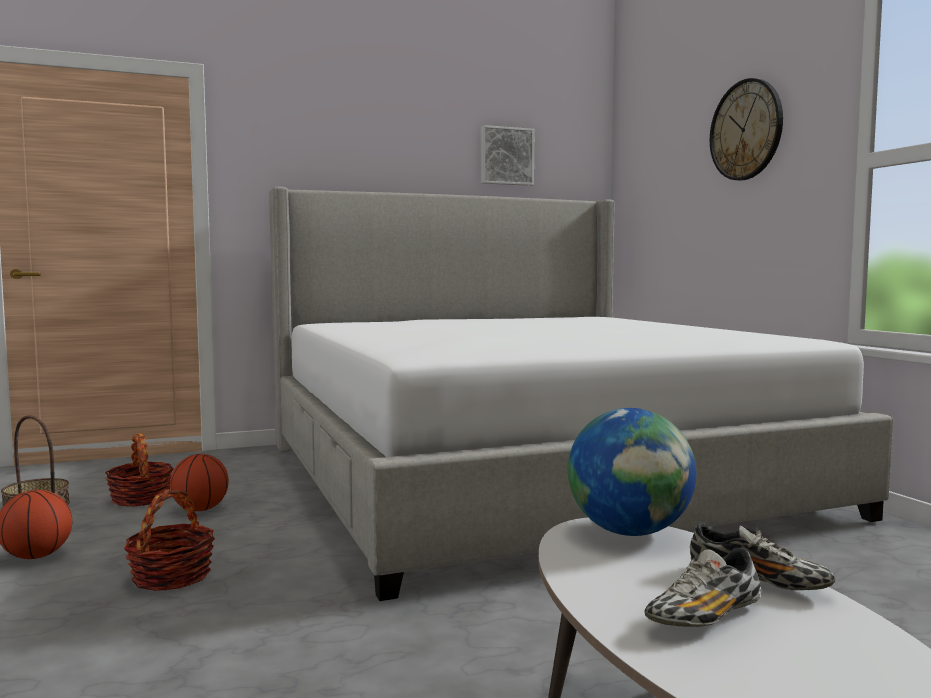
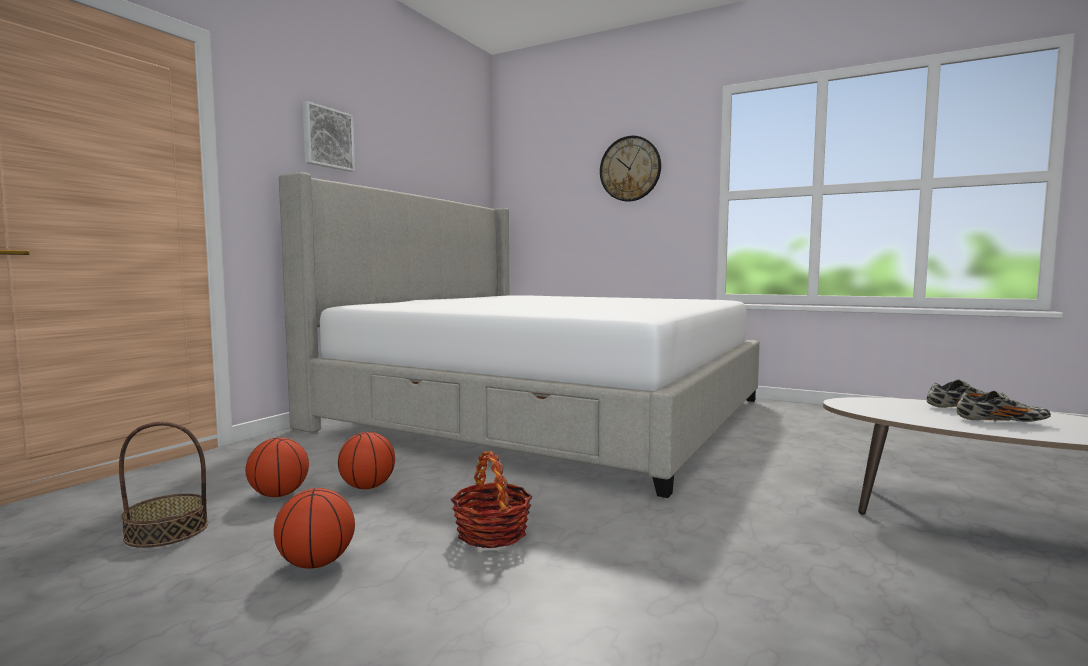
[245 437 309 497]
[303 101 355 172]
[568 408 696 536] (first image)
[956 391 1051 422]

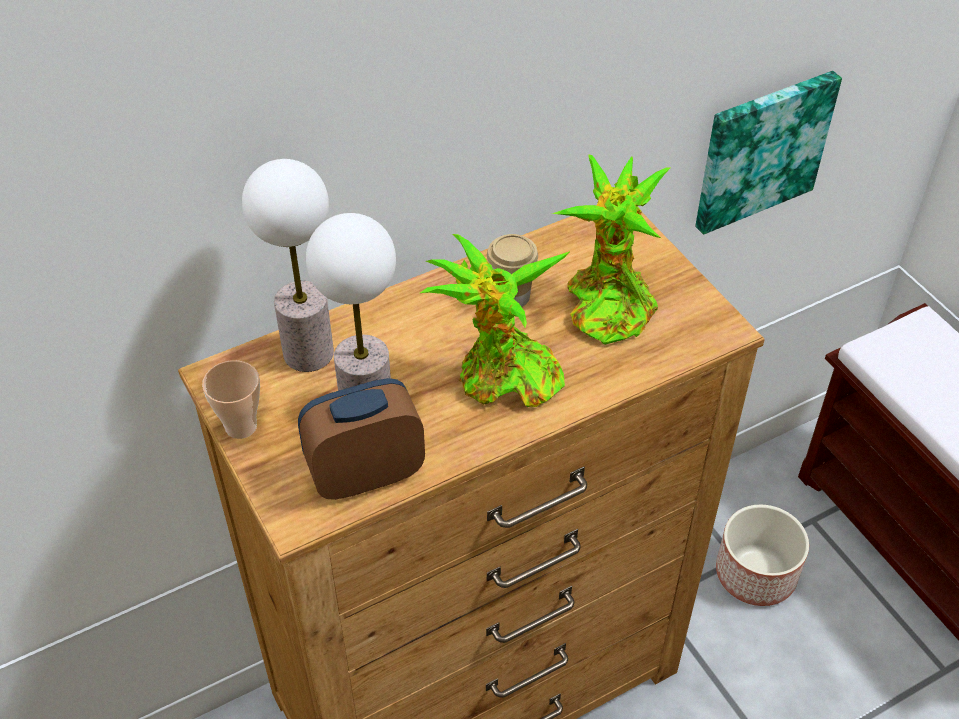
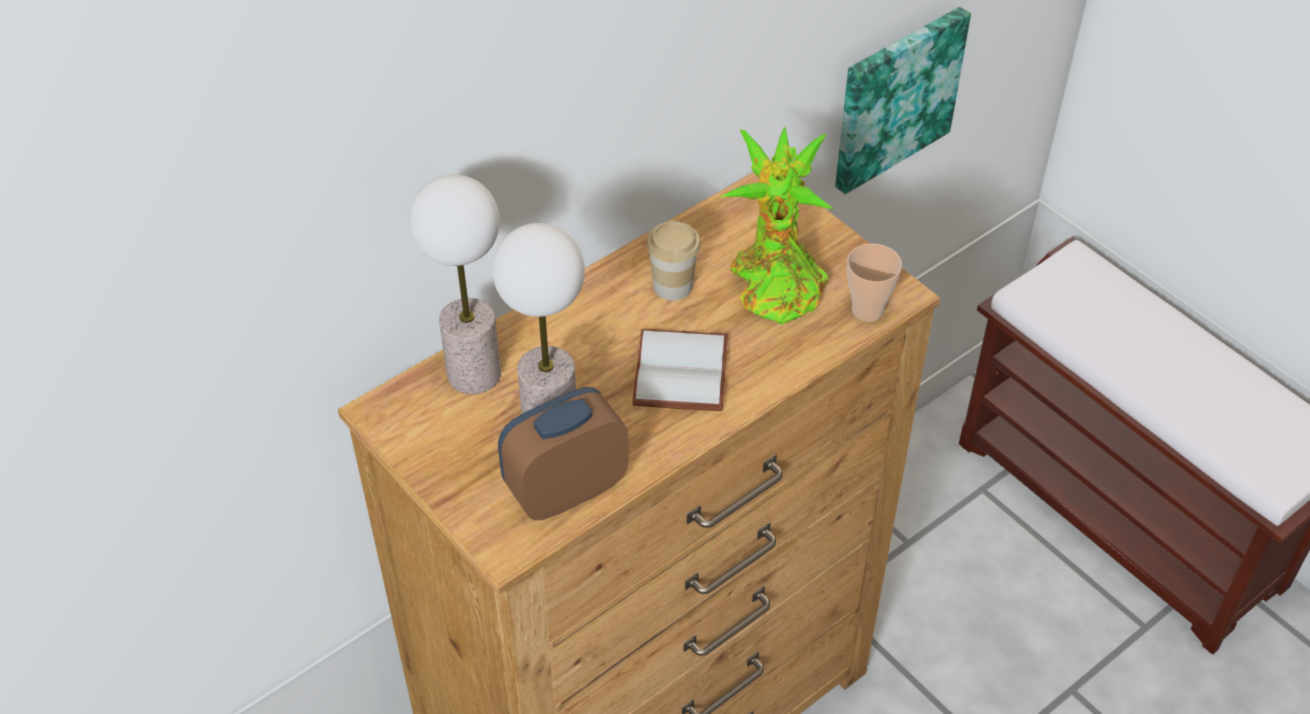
[847 244 902 322]
[632 329 728 411]
[716 504 809 606] (first image)

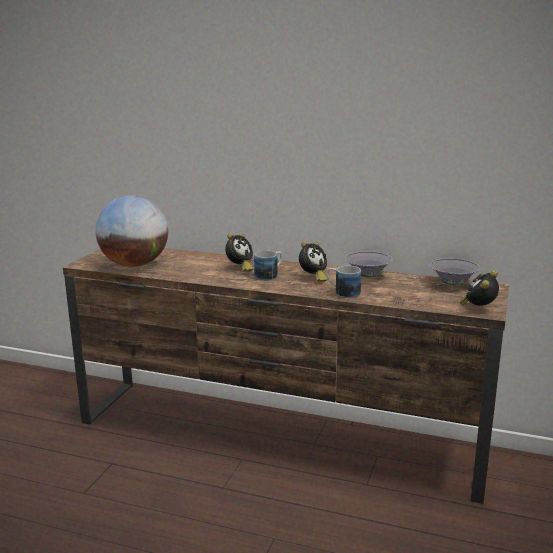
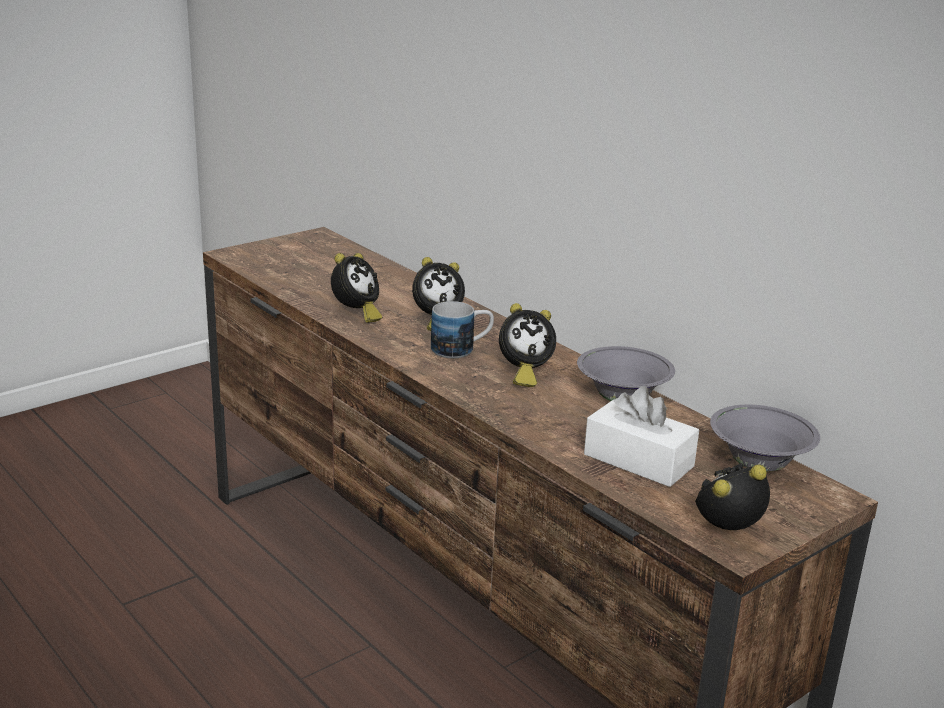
[95 195 168 267] (first image)
[326 266 361 298] (first image)
[331 253 382 323]
[584 386 699 487]

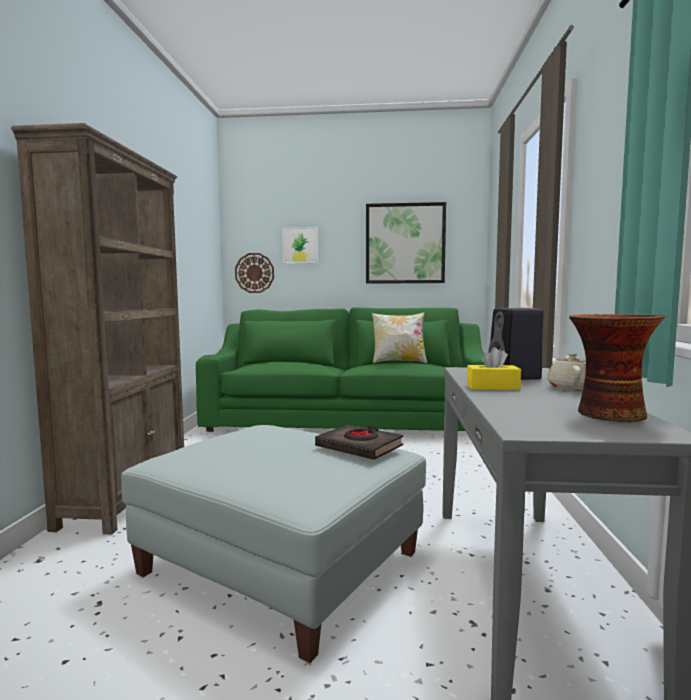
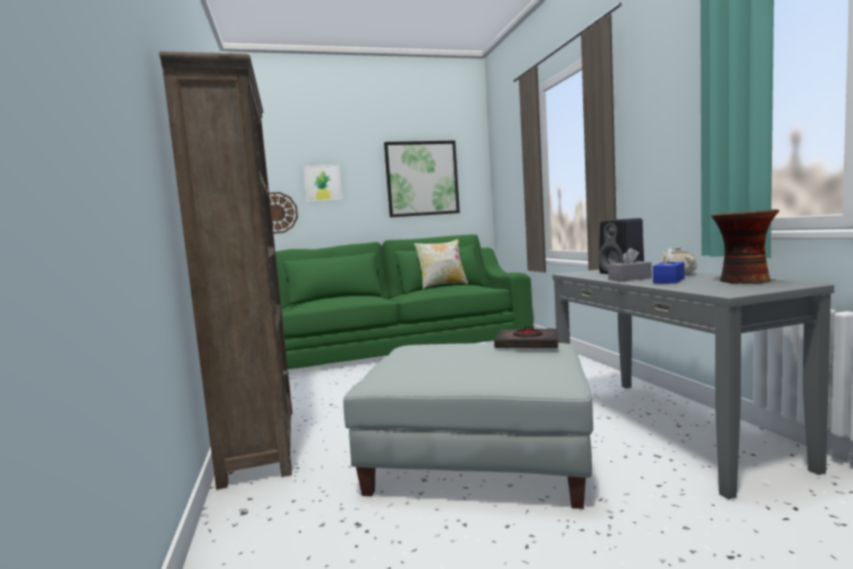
[608 248 652 282]
[653 247 685 284]

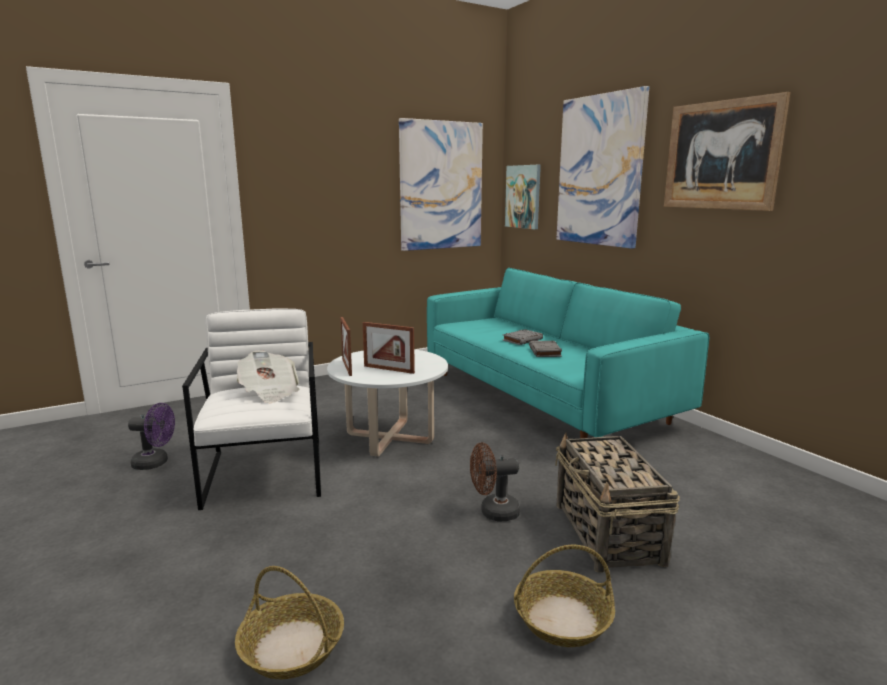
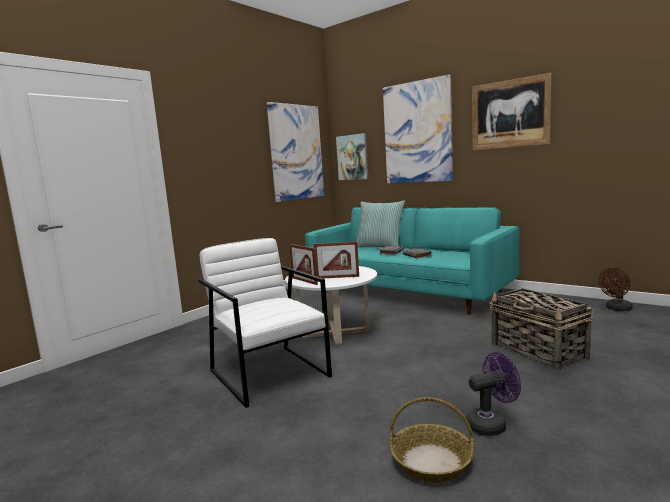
[466 352 521 436]
[236 350 299 403] (first image)
[598 268 633 311]
[514 545 615 647] (first image)
[356 201 405 248]

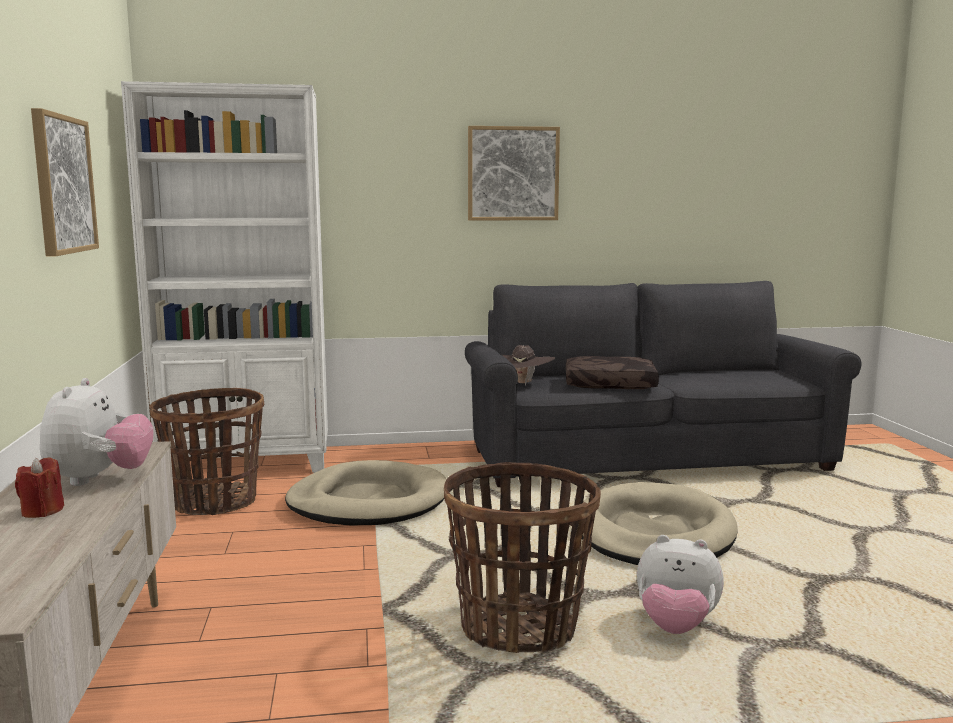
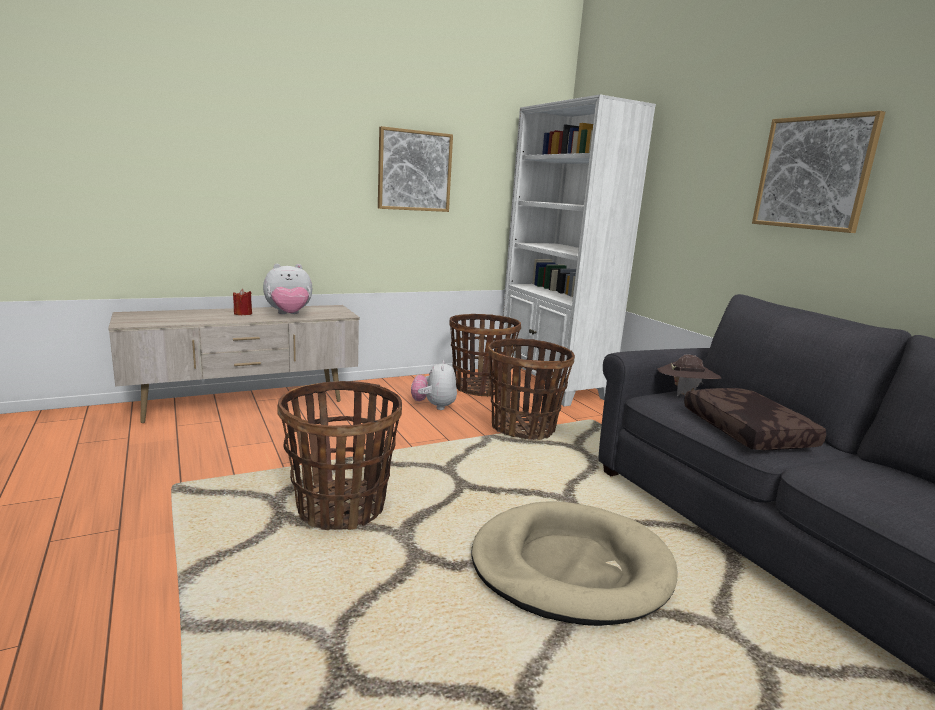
[488 338 575 440]
[411 360 457 410]

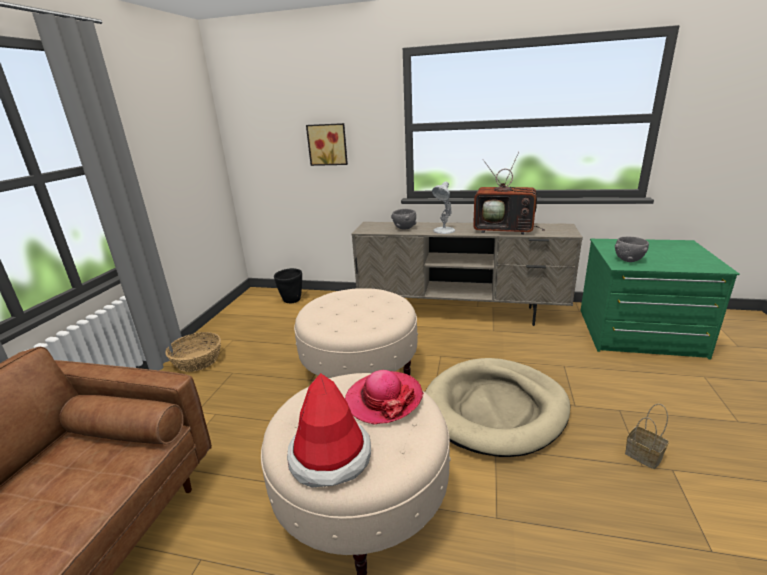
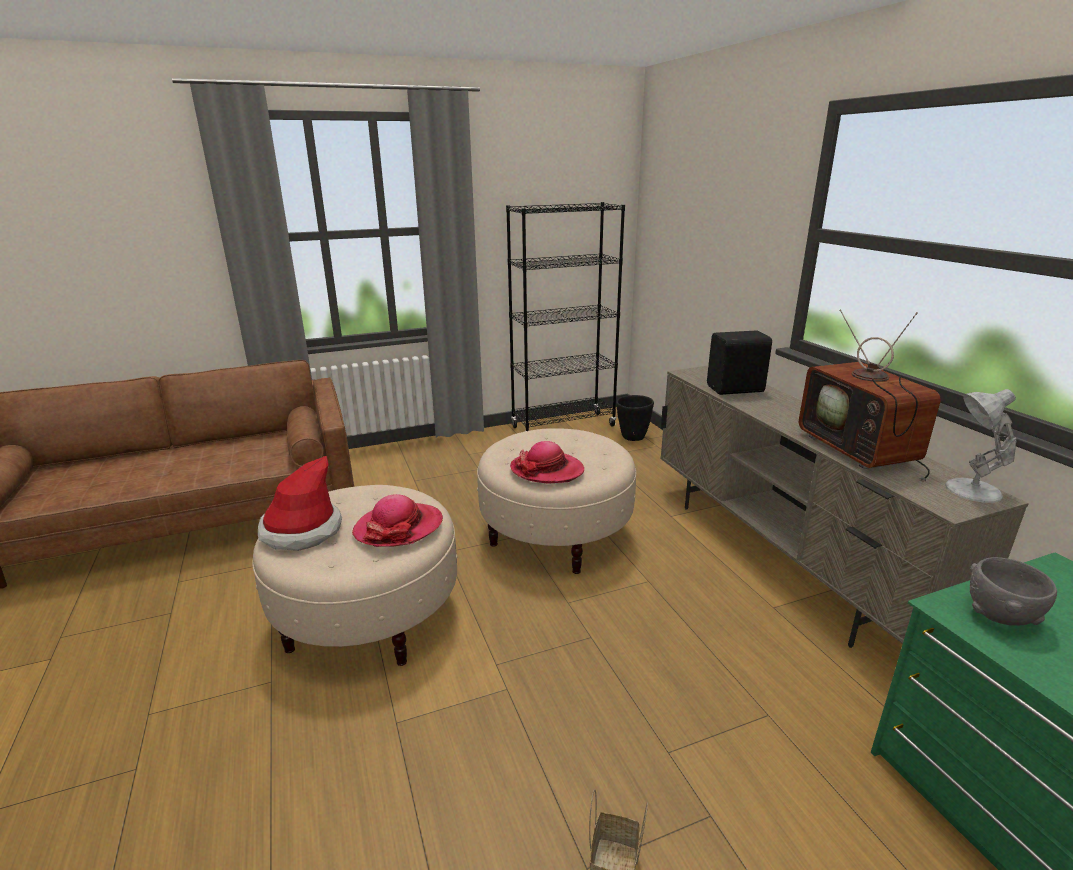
[165 332 221 372] (first image)
[306 123 348 166] (first image)
[707 330 772 395]
[425 358 571 457] (first image)
[945 389 1017 503]
[506 202 625 432]
[510 441 584 484]

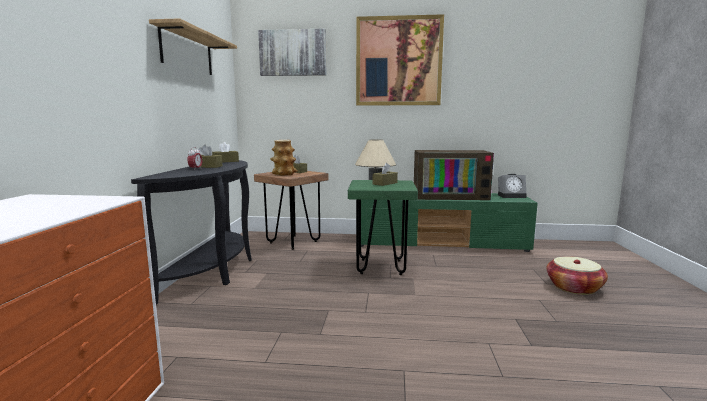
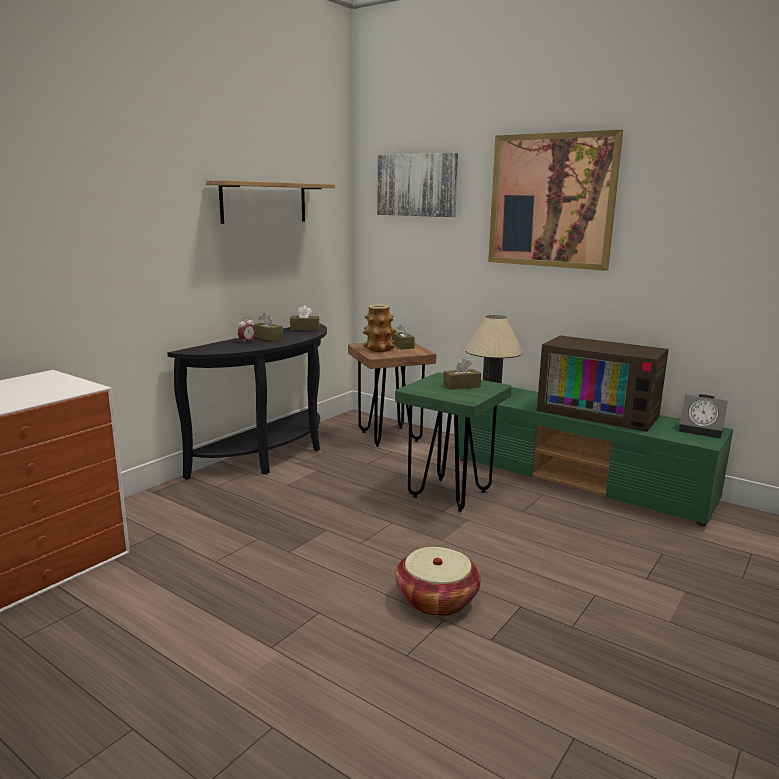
[395 547 481 617]

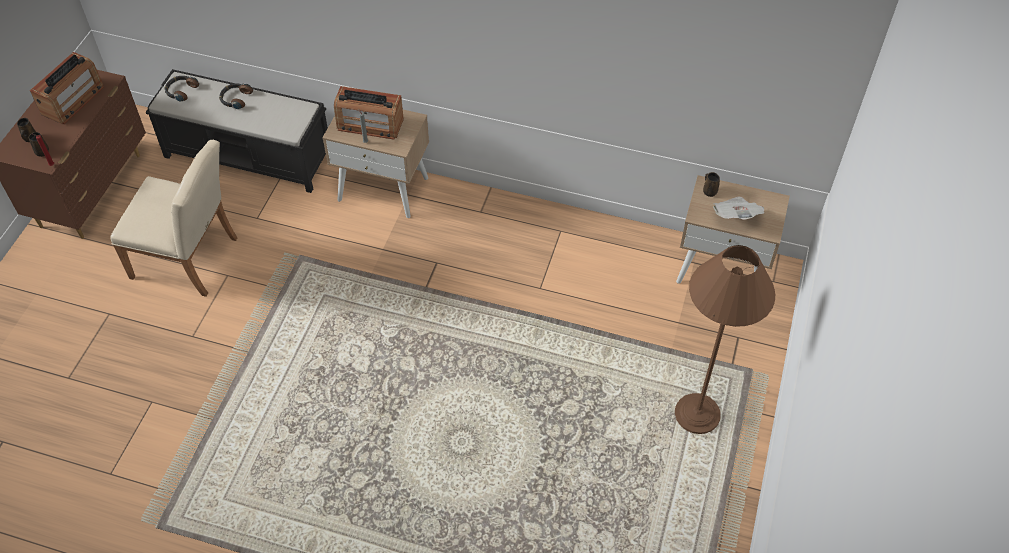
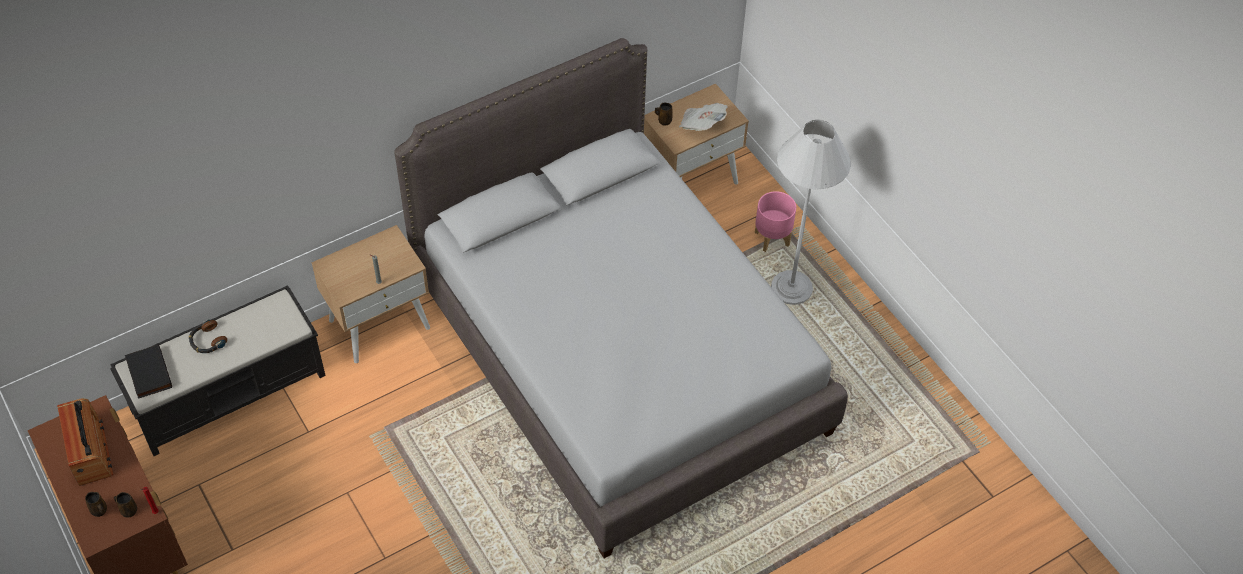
[110 140 238 297] (first image)
[125 344 172 399]
[334 86 404 140] (first image)
[771 120 851 305]
[394 38 848 558]
[755 191 796 252]

